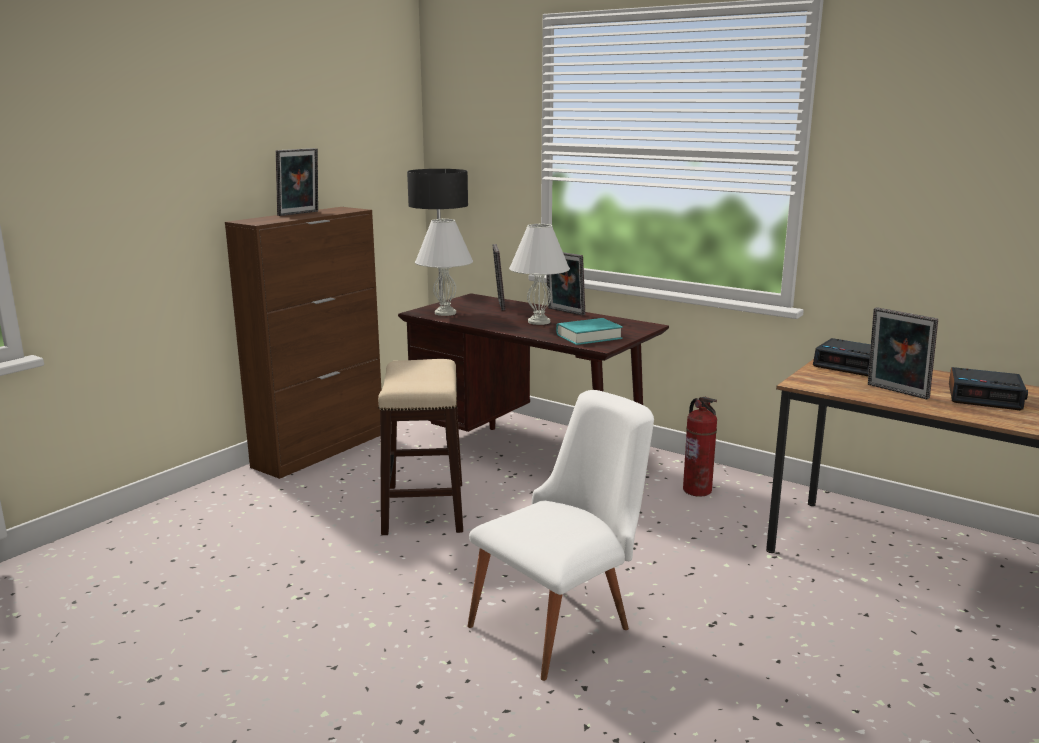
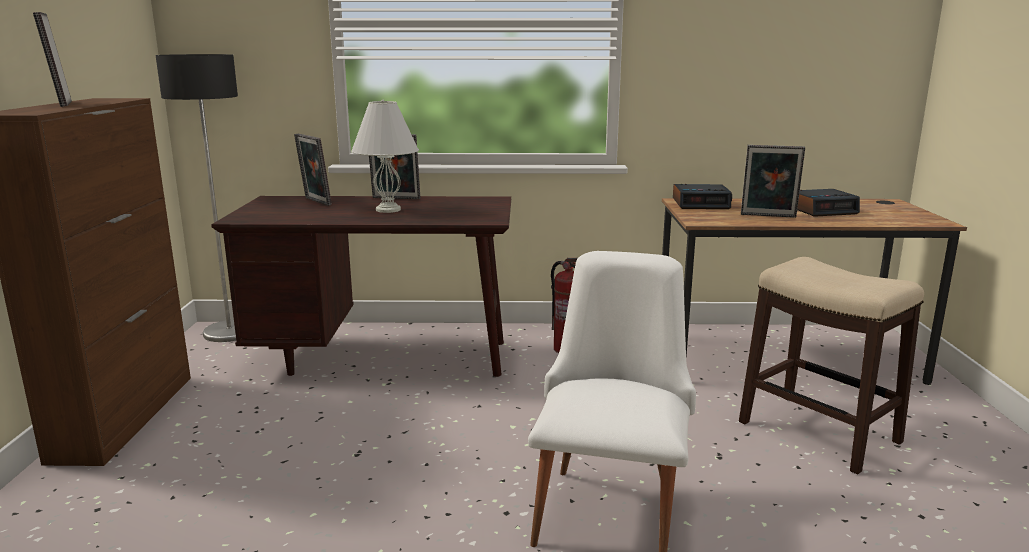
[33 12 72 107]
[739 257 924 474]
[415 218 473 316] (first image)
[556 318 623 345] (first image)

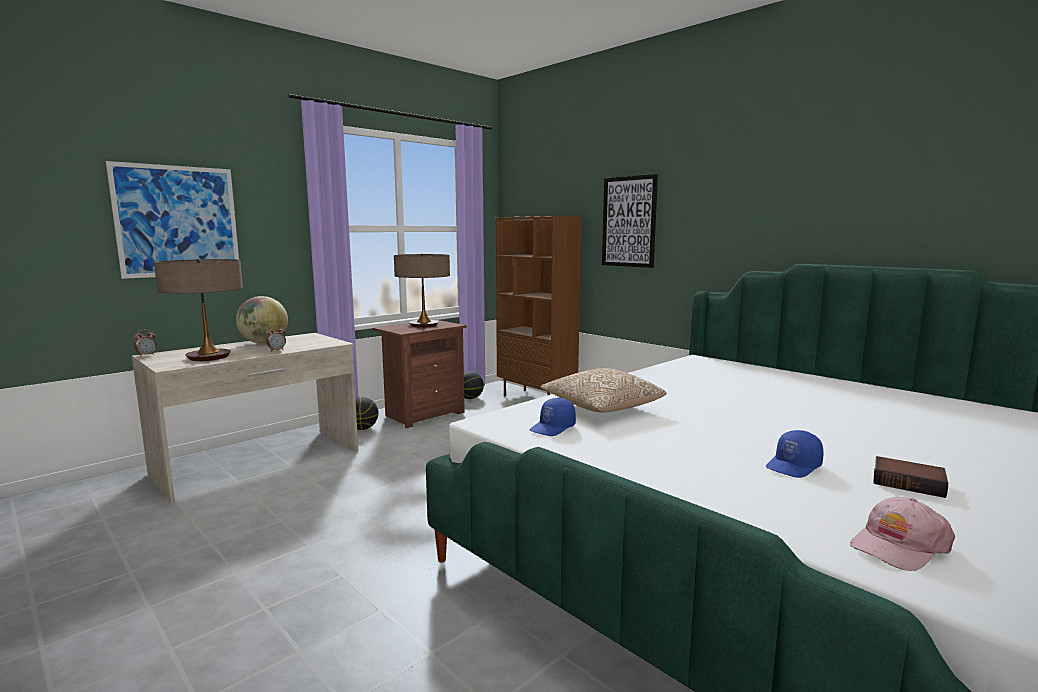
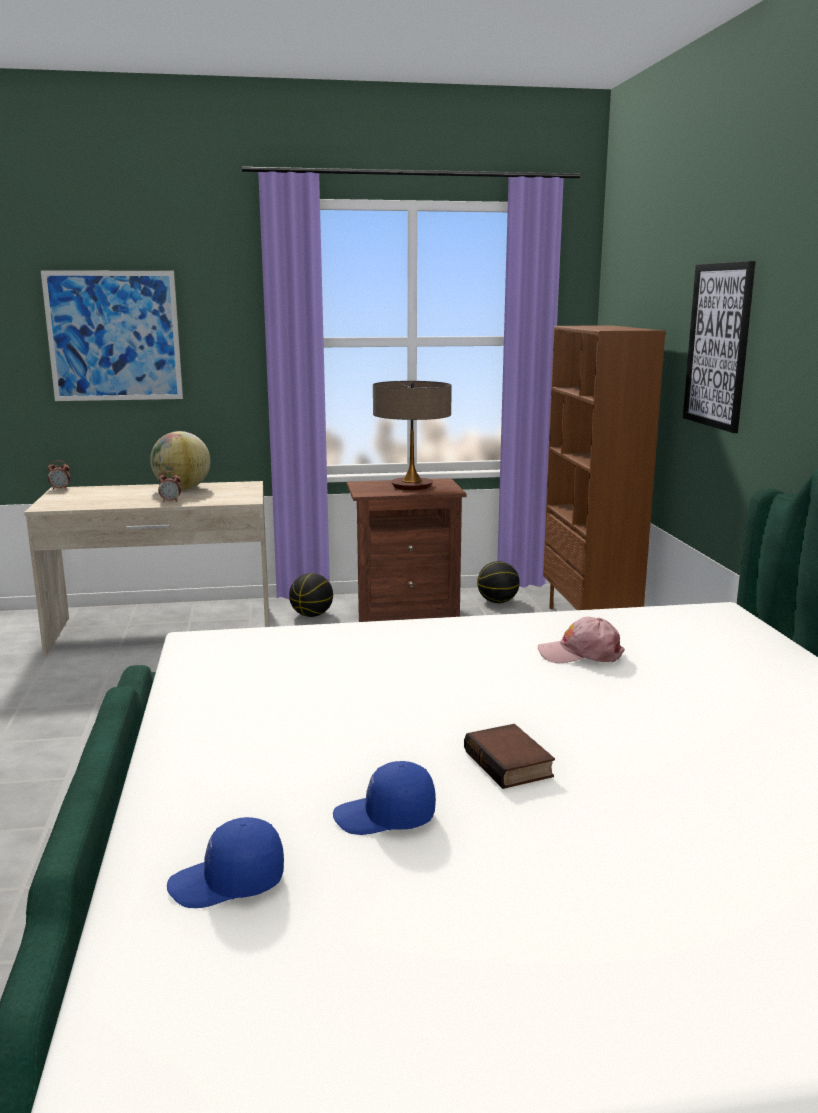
[154 259 243 361] (first image)
[167 817 284 908]
[540 368 666 413] (first image)
[538 617 625 663]
[464 724 555 789]

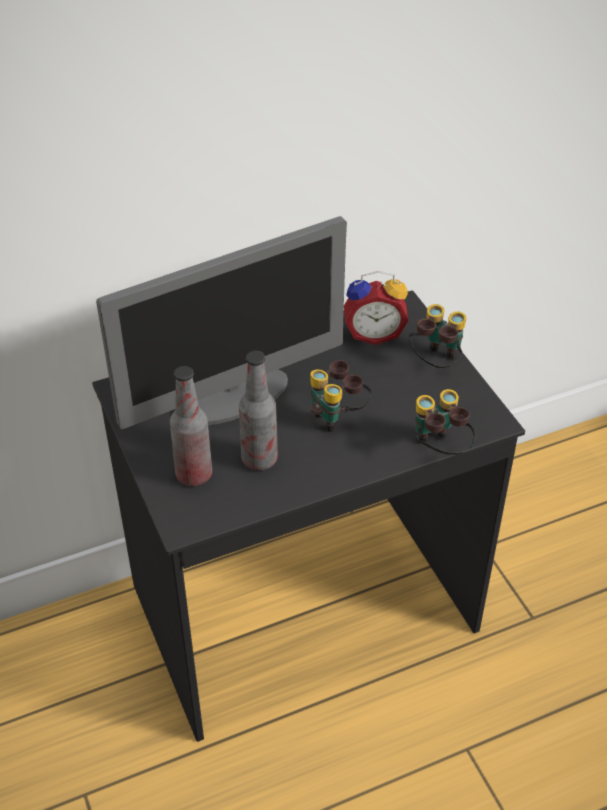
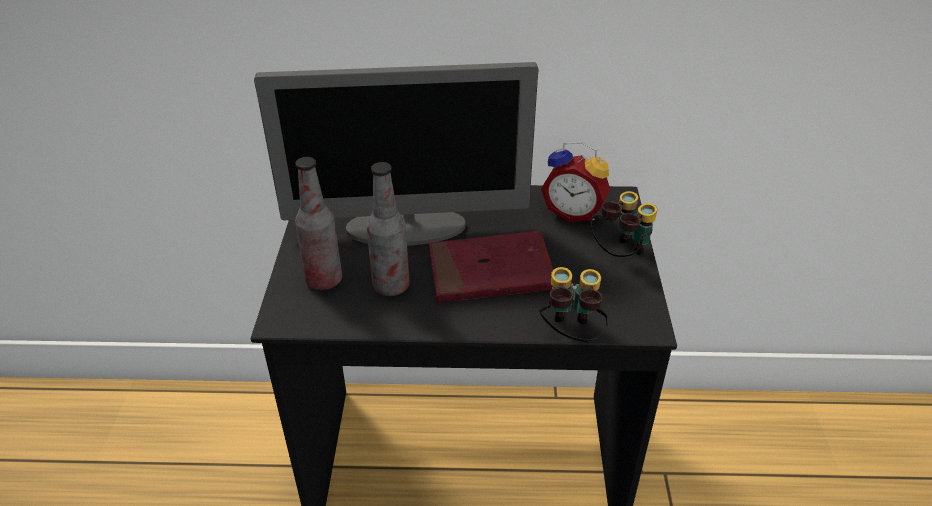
[429 231 553 303]

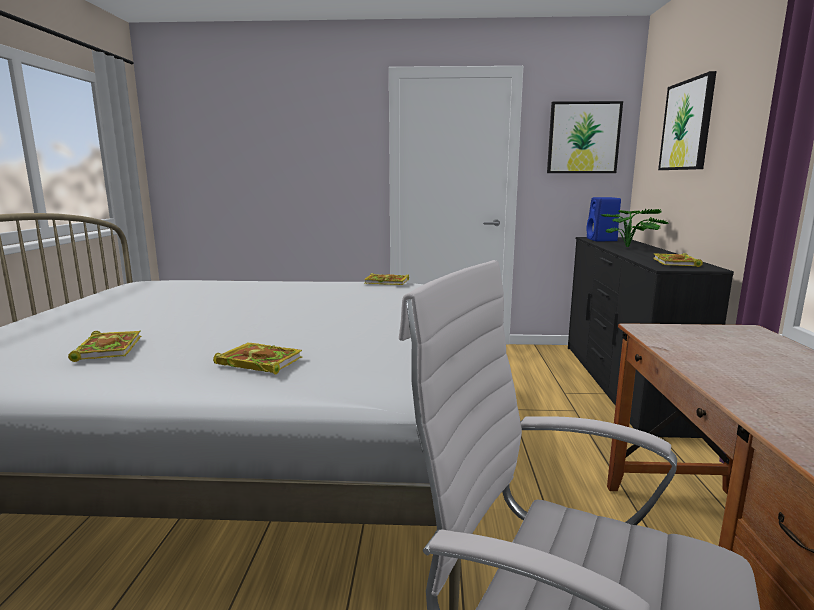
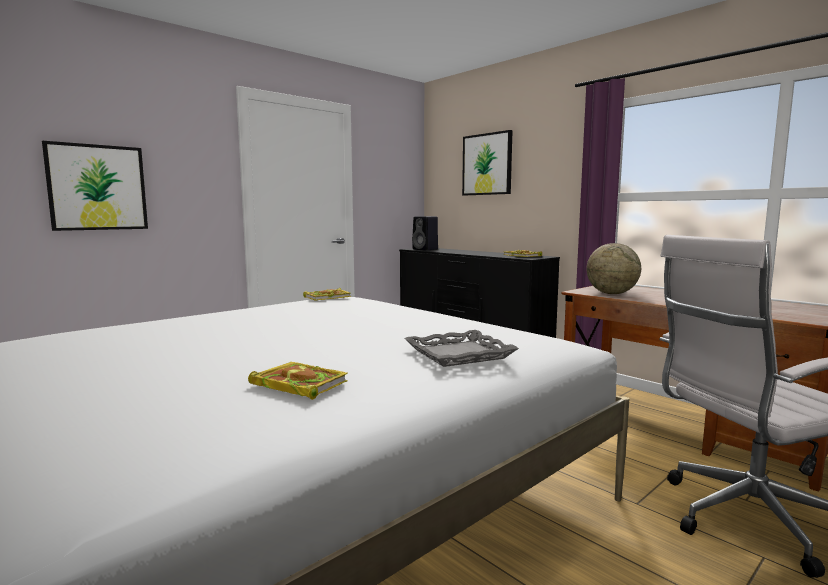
[404 330 519 367]
[42 141 148 231]
[412 216 438 250]
[601 209 668 247] (first image)
[586 243 641 294]

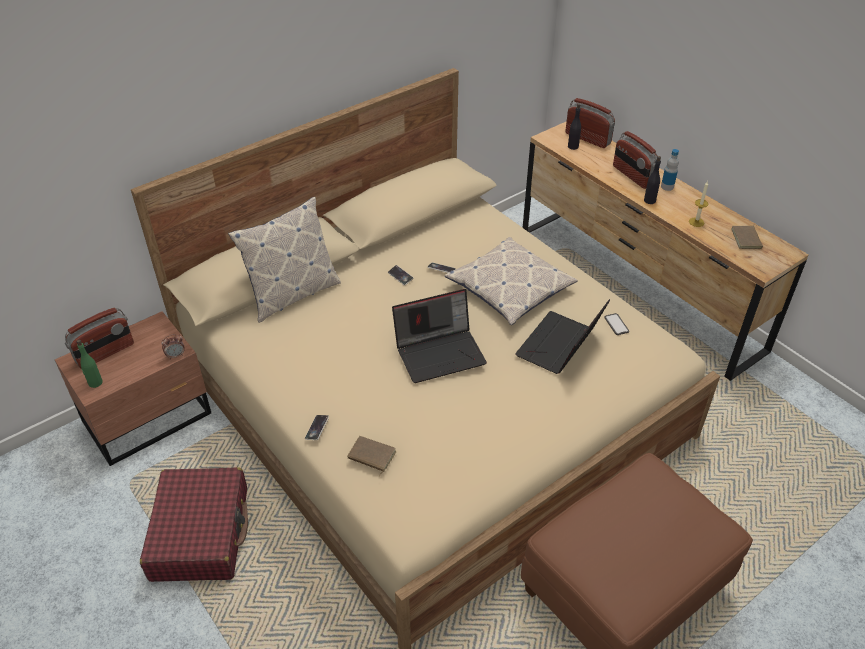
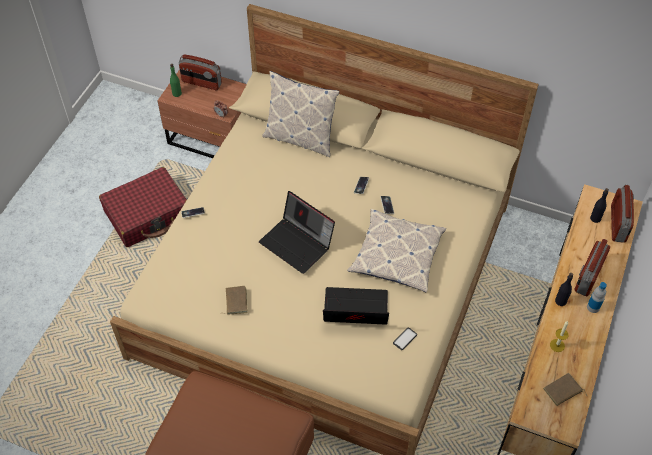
[220 286 248 315]

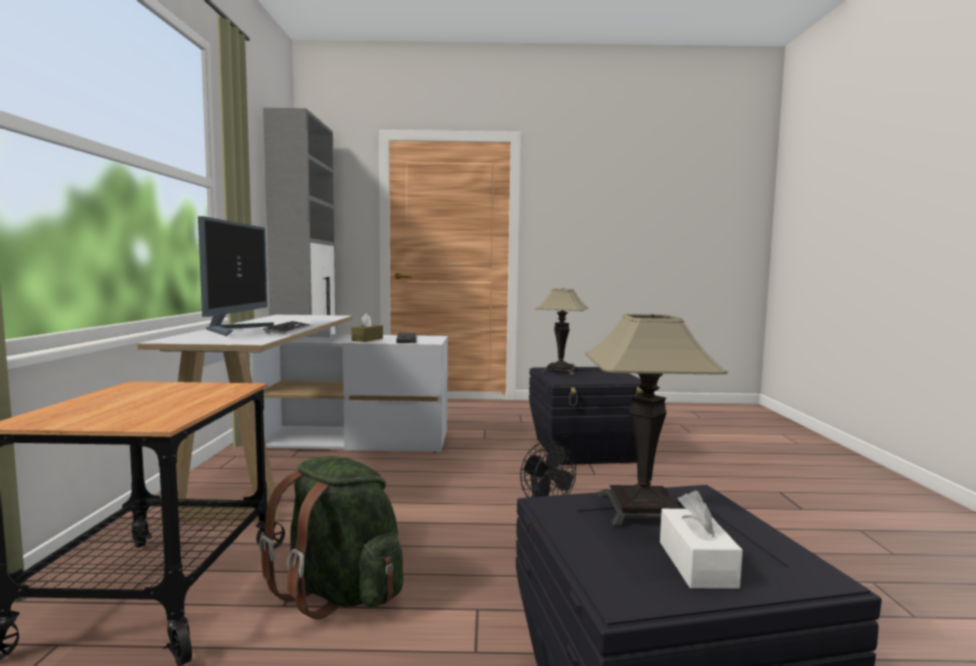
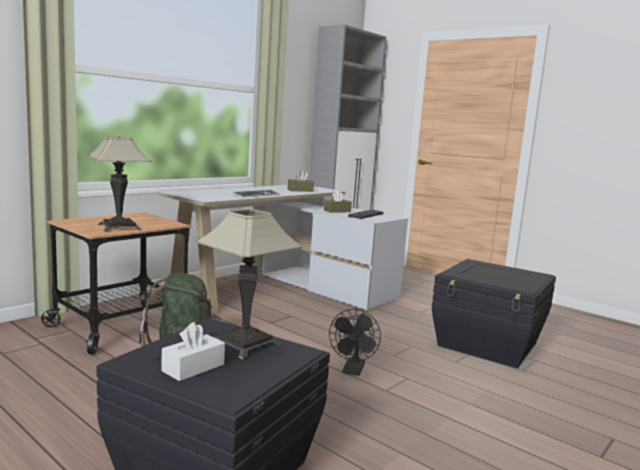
[198 216 274 336] (first image)
[87 136 151 232]
[288 170 314 192]

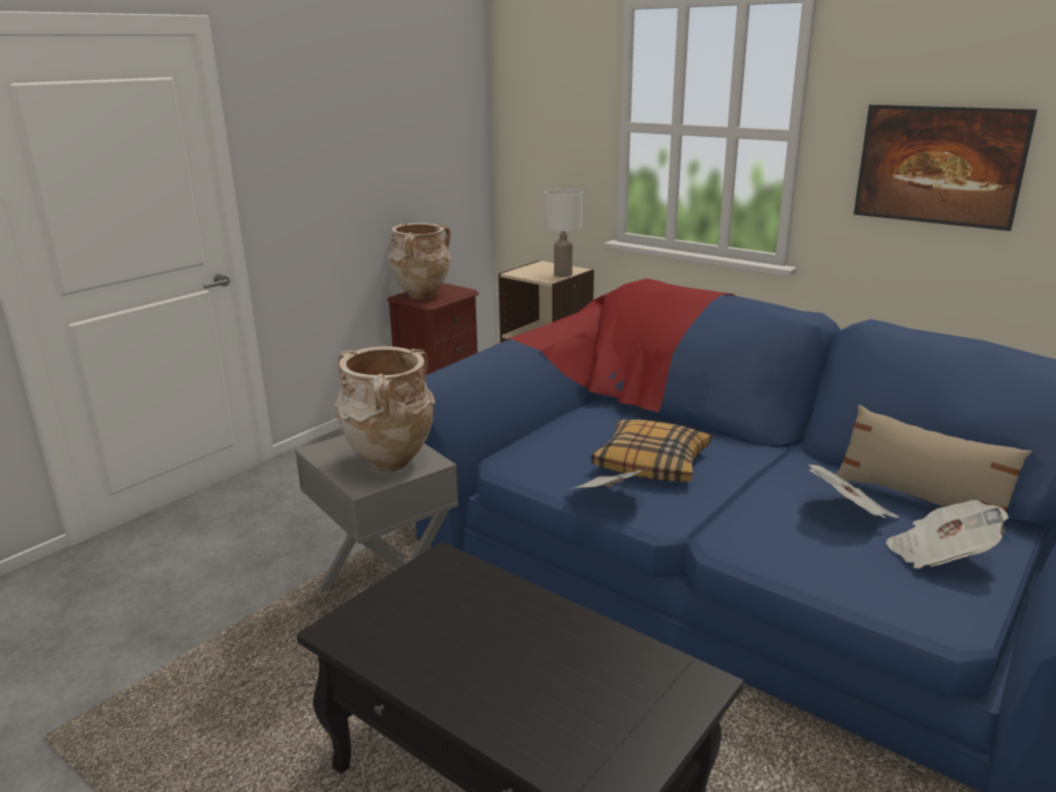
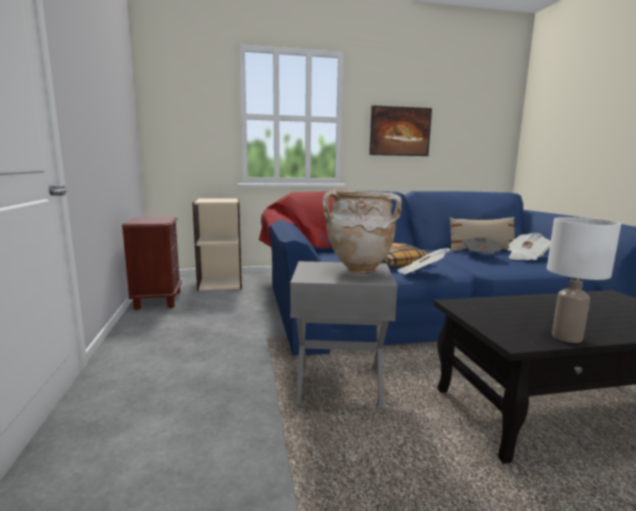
[388 223 450 299] (first image)
[547 217 621 343]

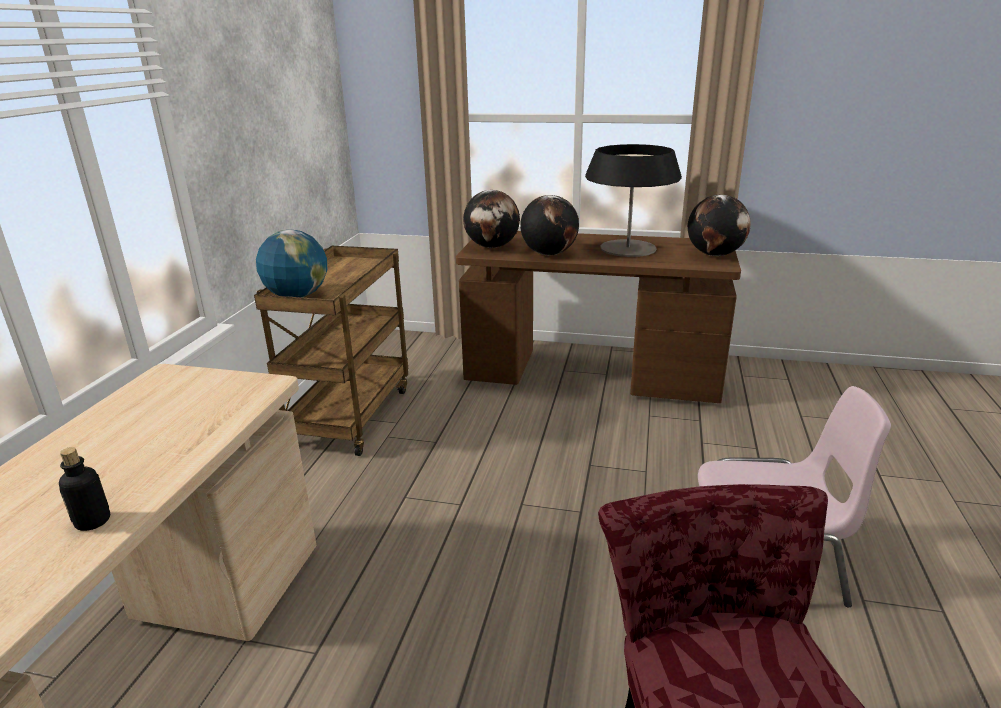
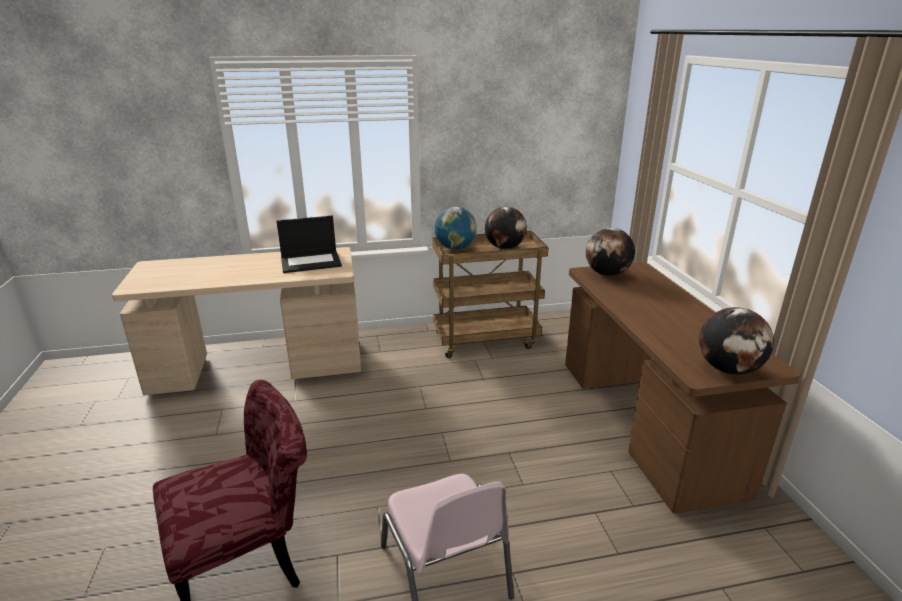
[59 447 110 531] (first image)
[485 207 527 249]
[585 144 682 257] (first image)
[277 216 342 273]

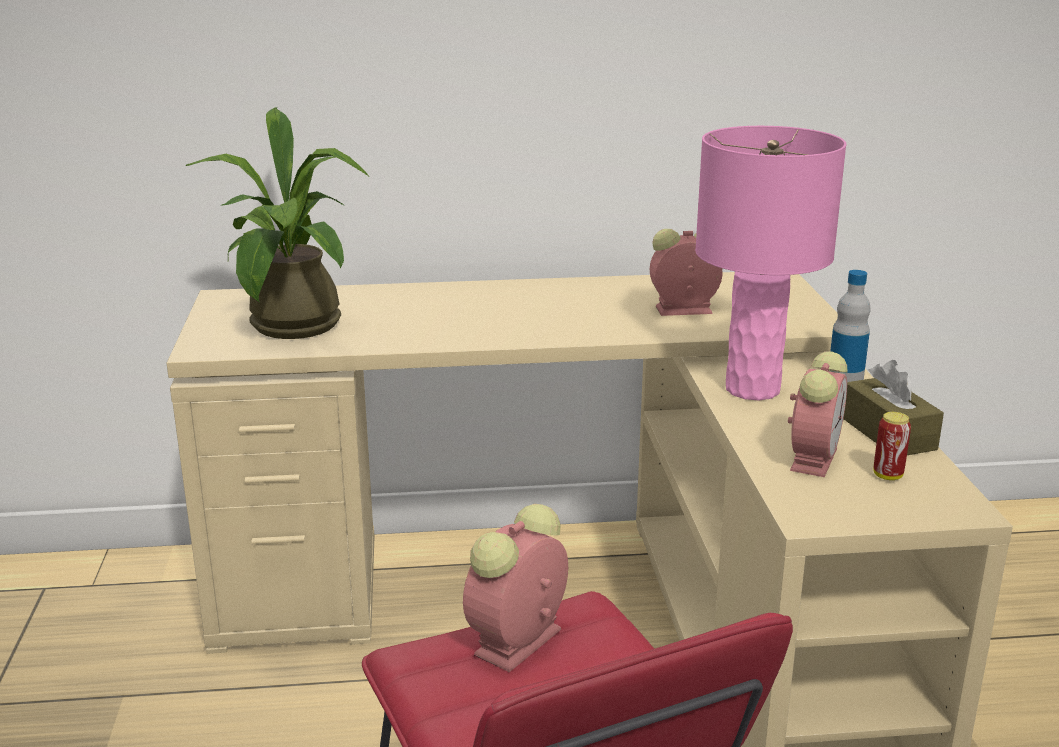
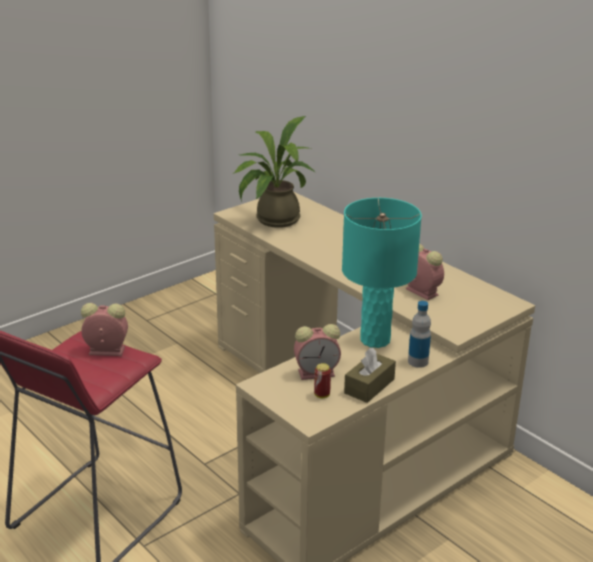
[342 198 422 348]

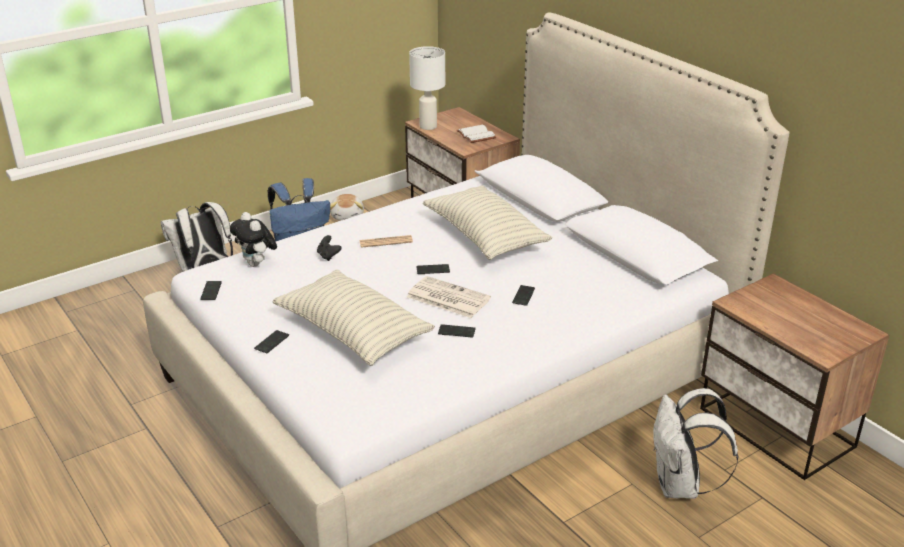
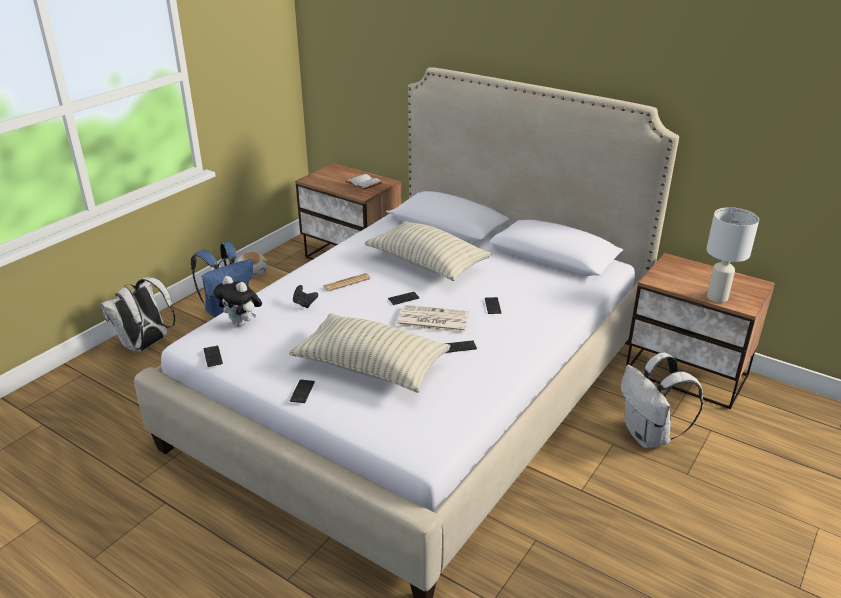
[706 207 759 303]

